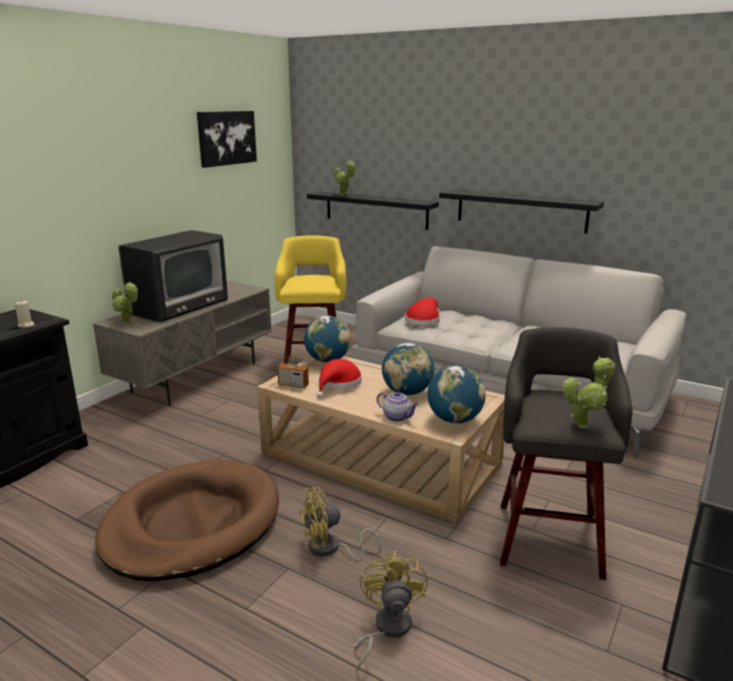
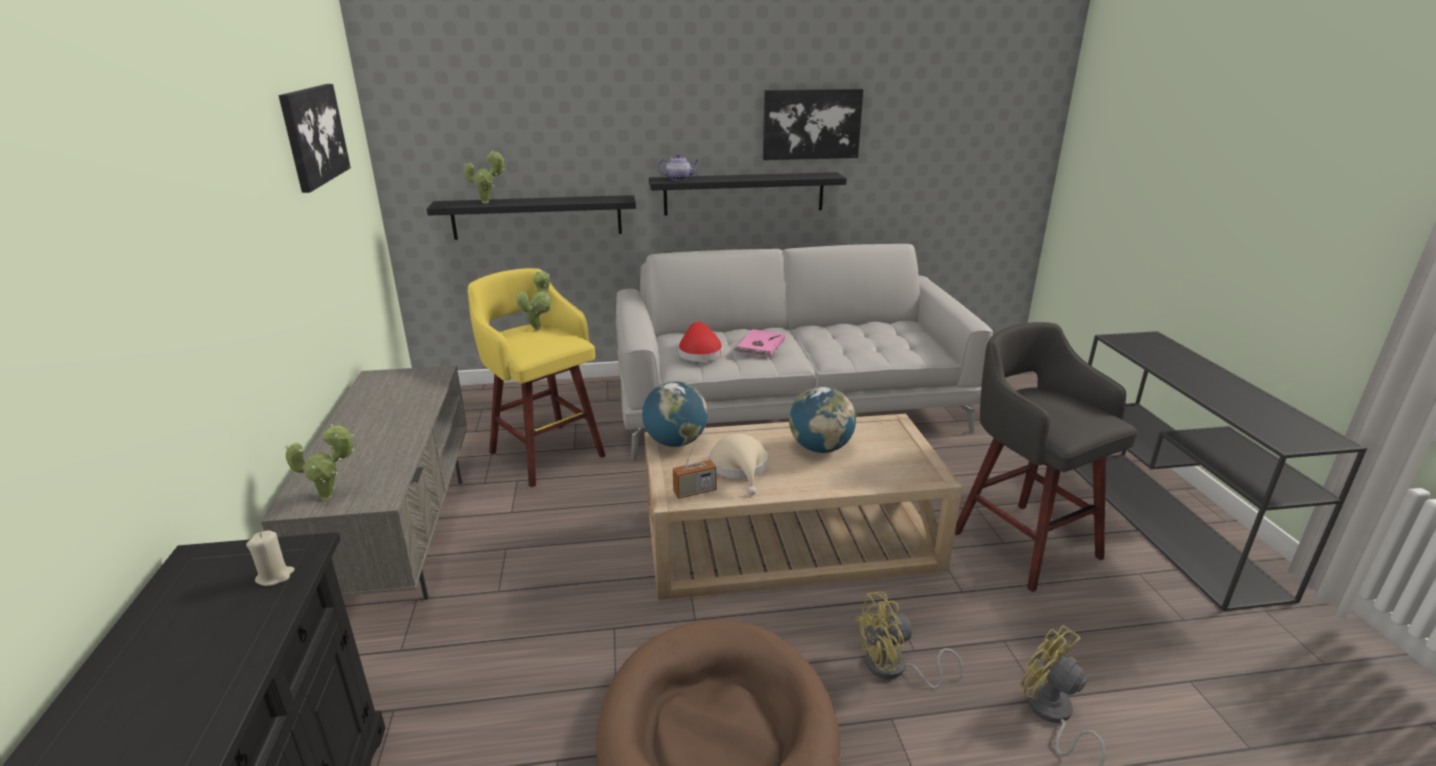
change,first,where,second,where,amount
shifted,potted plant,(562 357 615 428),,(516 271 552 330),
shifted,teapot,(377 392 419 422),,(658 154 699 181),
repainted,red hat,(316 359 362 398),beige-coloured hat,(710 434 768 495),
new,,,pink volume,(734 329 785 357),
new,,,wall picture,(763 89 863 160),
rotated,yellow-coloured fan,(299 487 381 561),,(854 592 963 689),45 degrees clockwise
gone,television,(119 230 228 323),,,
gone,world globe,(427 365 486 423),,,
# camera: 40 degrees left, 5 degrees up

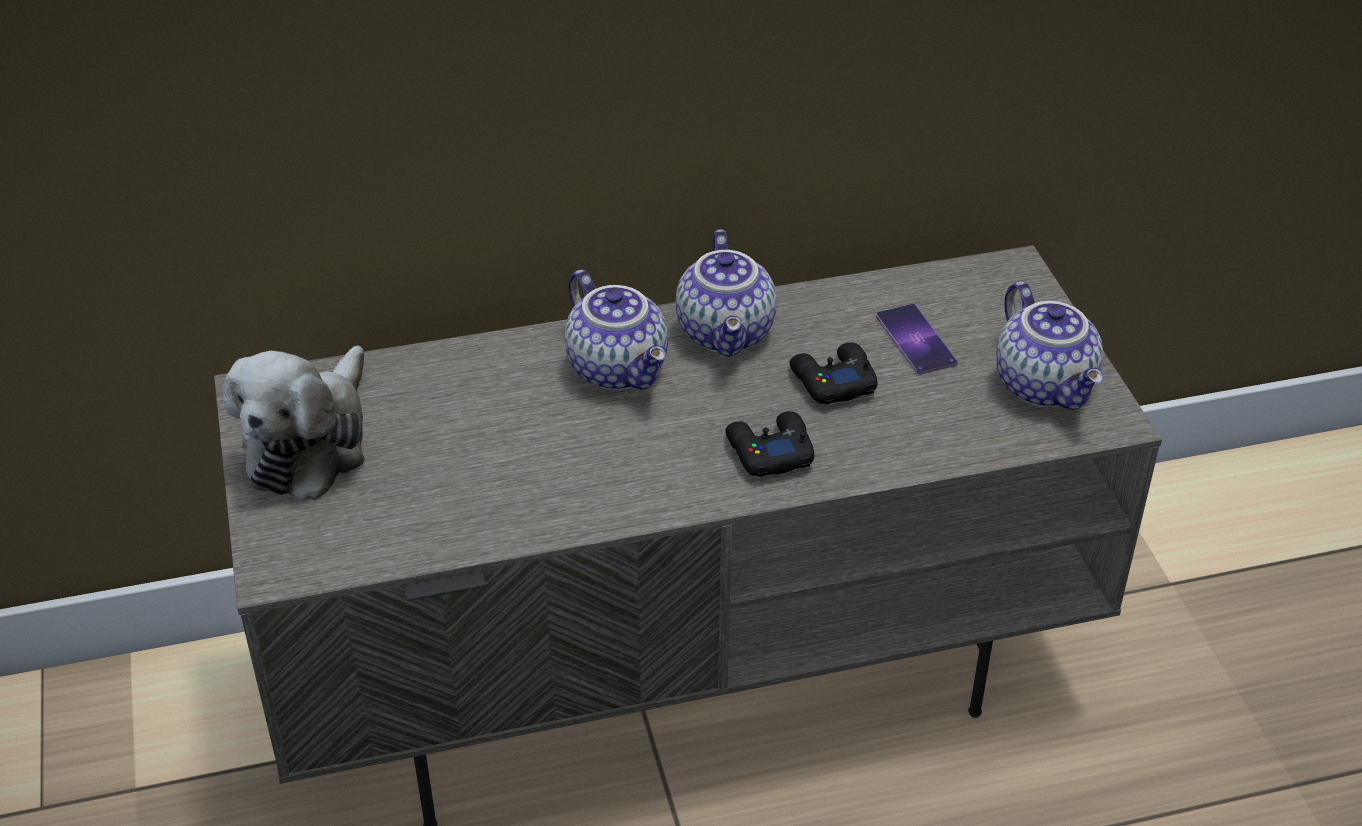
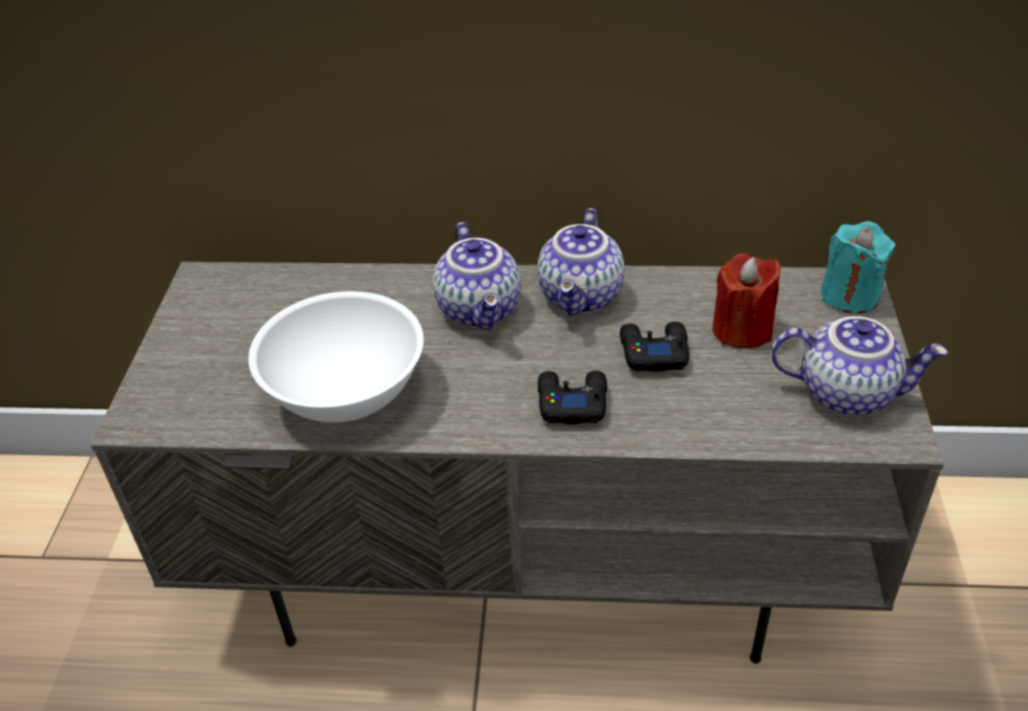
change,first,where,second,where,amount
new,,,white bowl,(248 291 424 423),
swapped,handset,(876 304 958 375),red wax candle,(712 254 781 349),
rotated,teapot,(996 281 1103 410),,(771 316 948 416),75 degrees counterclockwise
new,,,blue-green wax candle,(821 221 896 314),
gone,plush toy,(223 346 365 500),,,
# camera: 20 degrees right, 0 degrees up

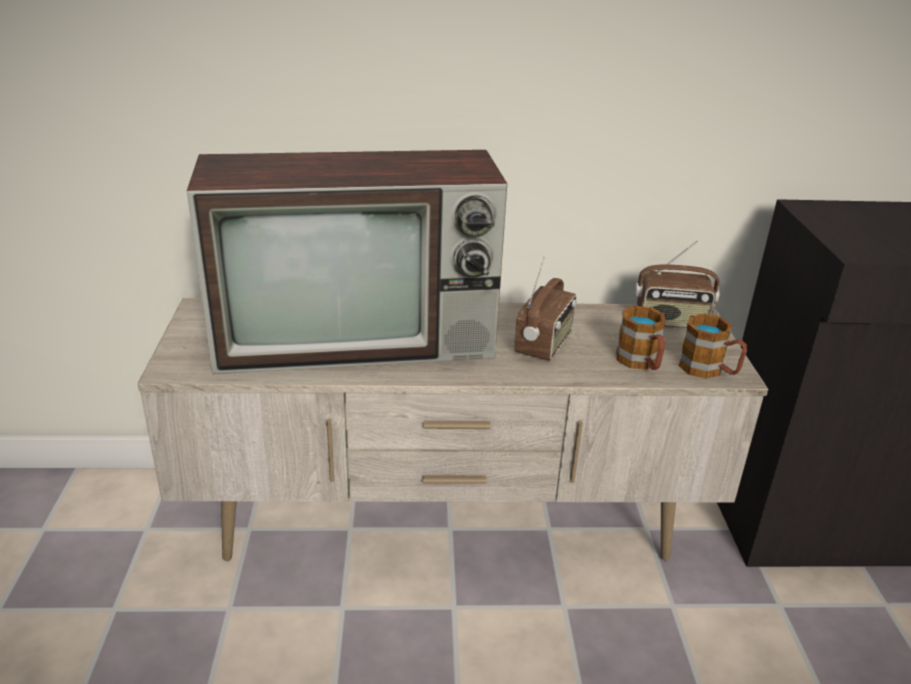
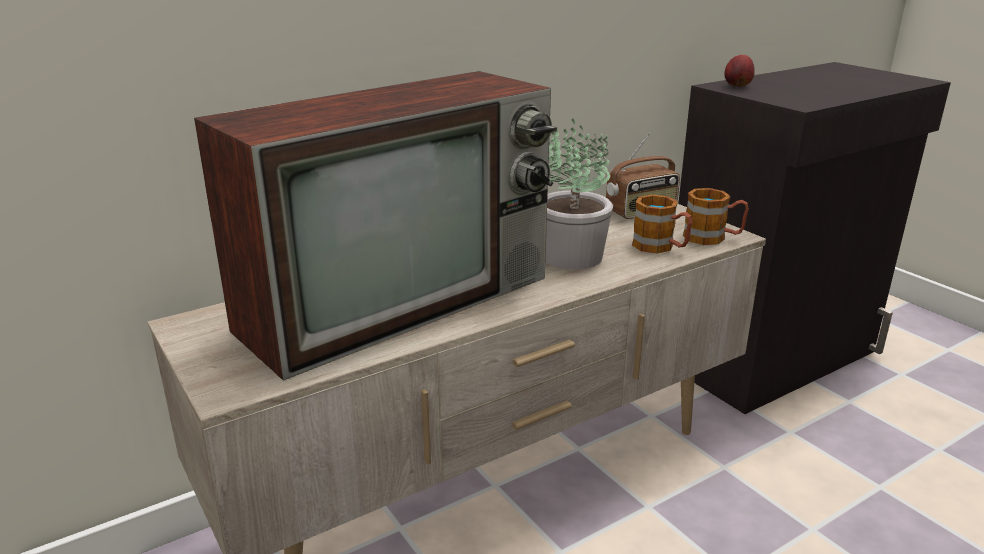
change,first,where,second,where,amount
swapped,radio receiver,(514 257 577 361),potted plant,(545 118 613 269),
new,,,apple fruit,(724 55 755 86),
# camera: 30 degrees left, 5 degrees down

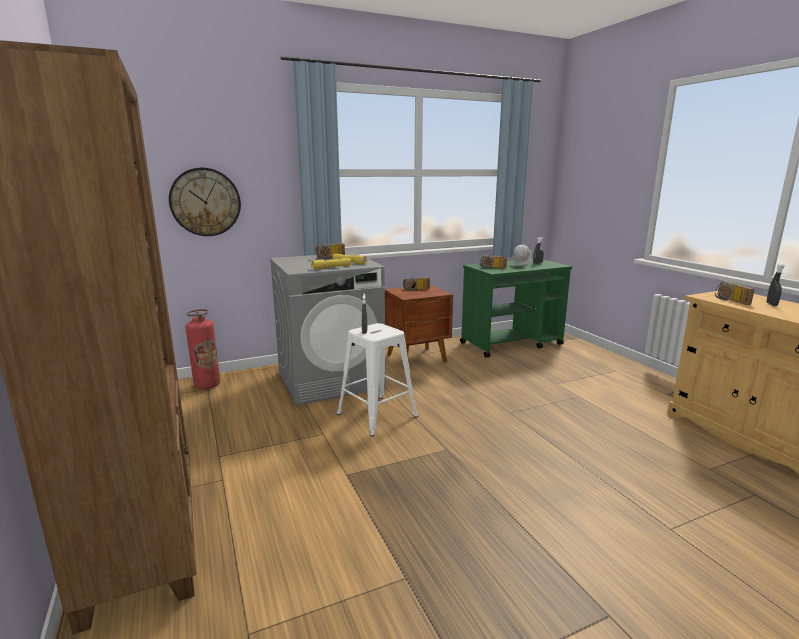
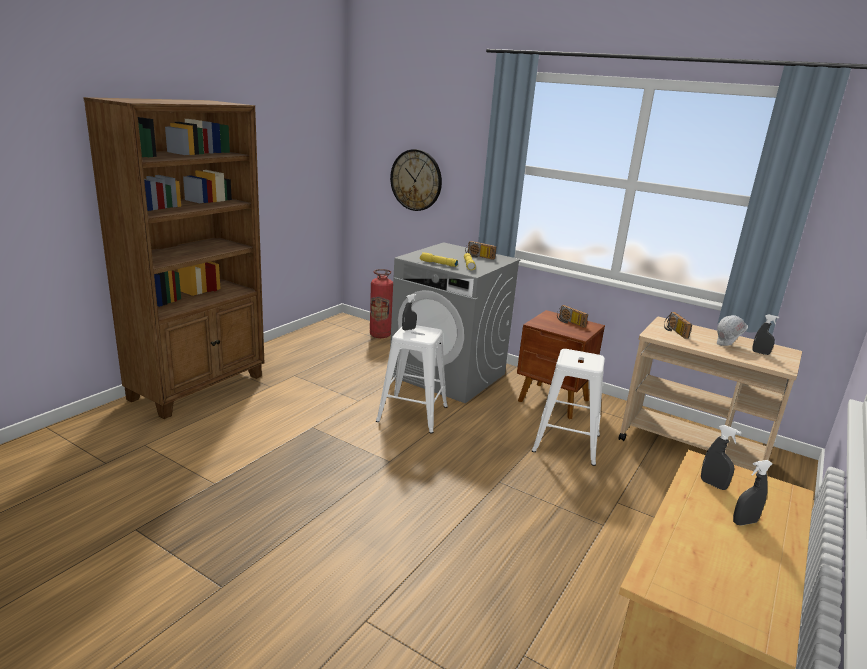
change,first,where,second,where,amount
new,,,white sitting stool,(532 349 605 466),
repainted,green-coloured wheeled cart,(460 259 572 358),beige-coloured wheeled cart,(619 317 802 472),
swapped,radio receiver,(715 281 754 305),greyish spray bottle,(701 425 741 490),
# camera: 55 degrees right, 5 degrees up

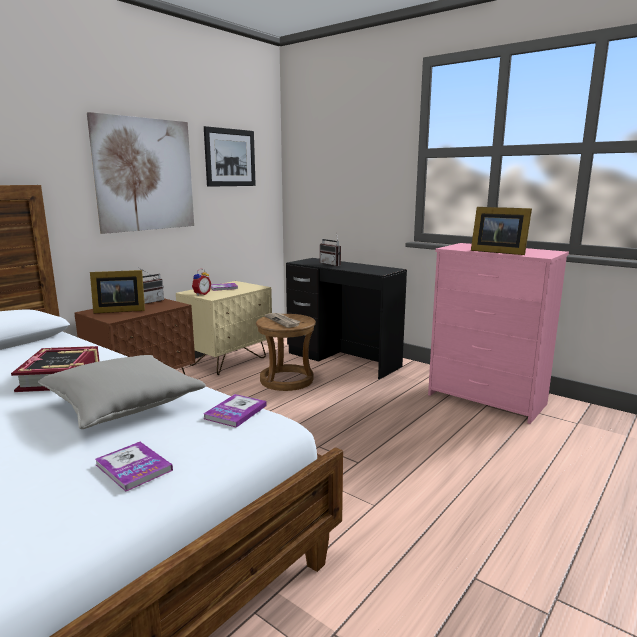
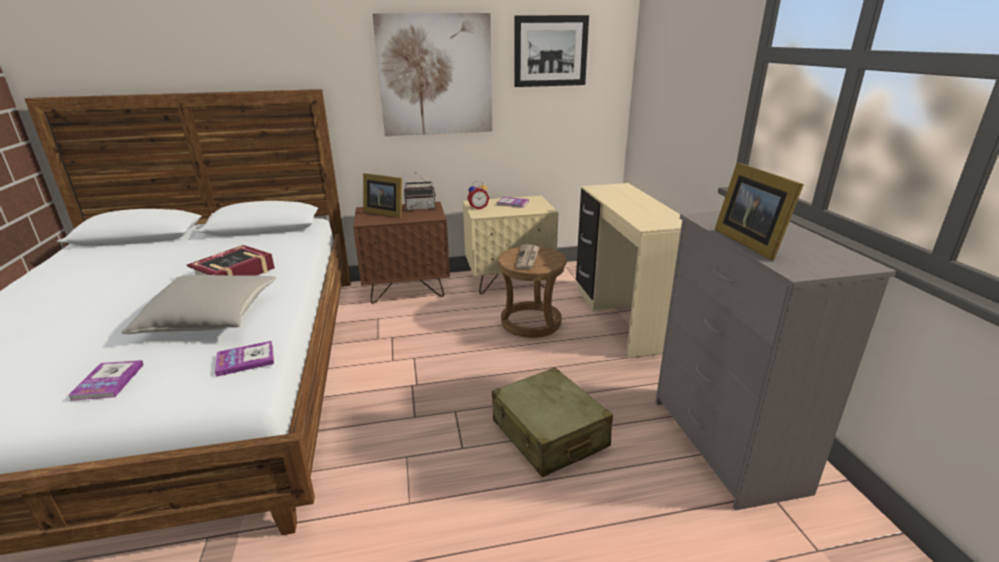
change,first,where,second,where,amount
new,,,beige-coloured travel case,(492 367 613 477),
repainted,black-coloured desk table,(286 258 407 380),beige-coloured desk table,(576 183 682 358),
repainted,pink chest of drawers,(428 243 569 424),greyish chest of drawers,(655 211 896 511),
gone,radio receiver,(320 232 341 266),,,
# camera: 40 degrees right, 10 degrees up

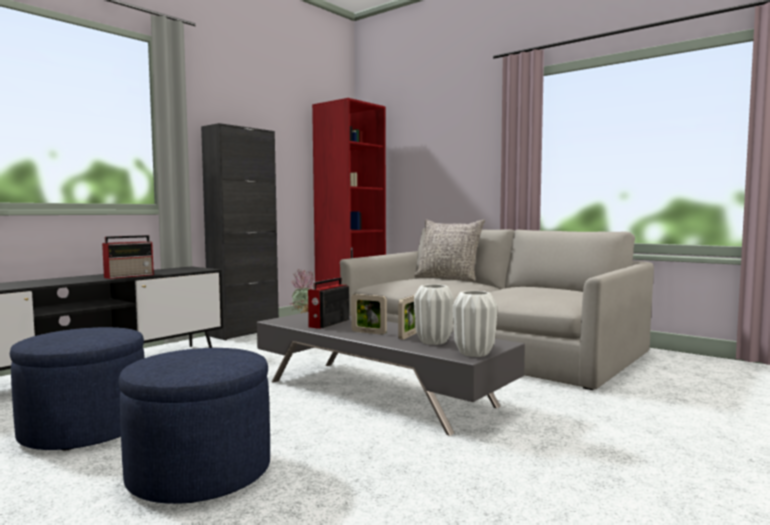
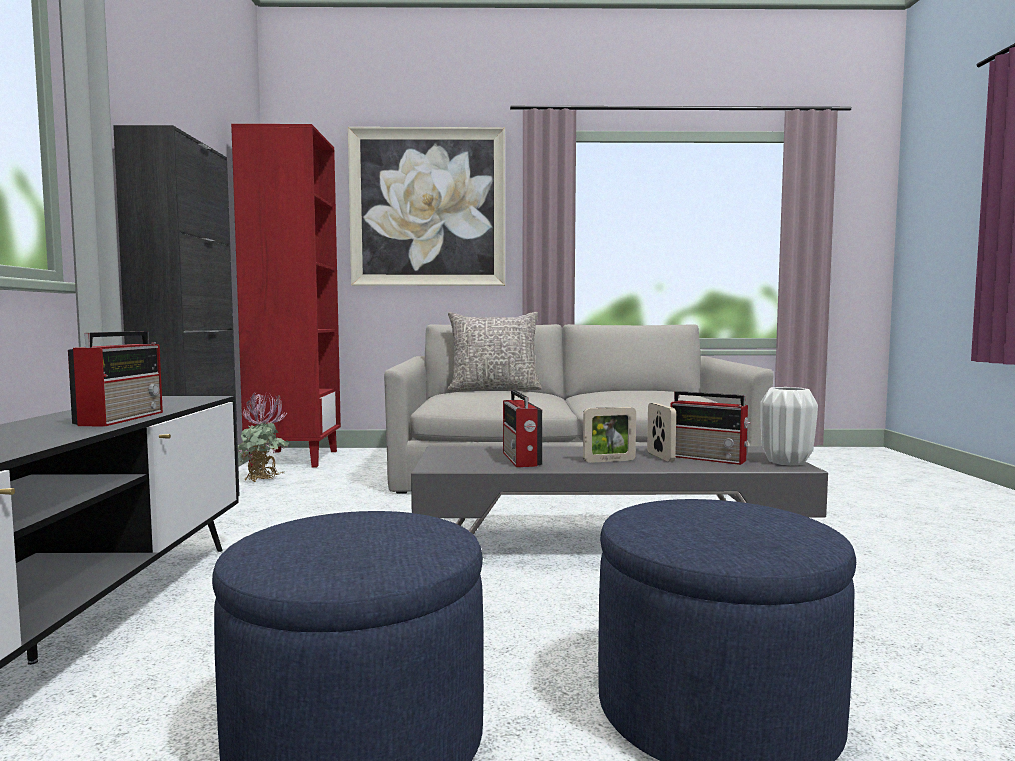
change,first,where,second,where,amount
new,,,wall picture,(348 127 505 286),
swapped,white vase,(414 284 454 345),radio receiver,(670 391 751 465),
# camera: 40 degrees left, 0 degrees up

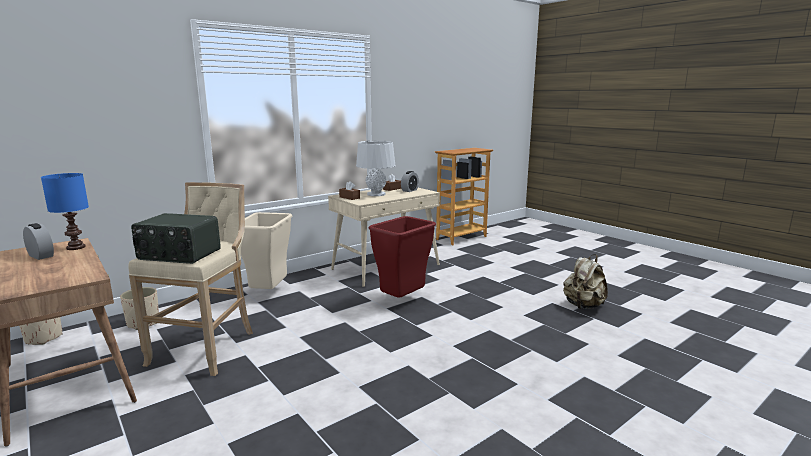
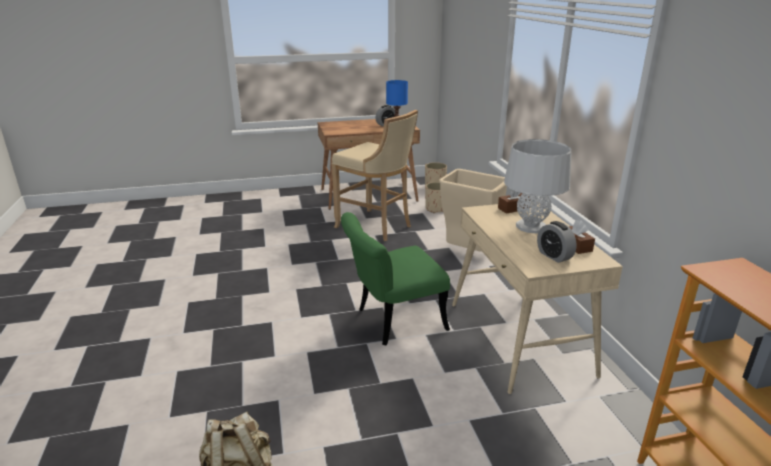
change,first,where,second,where,amount
swapped,red rubbish bin,(368 216 436 297),green-coloured upright chair,(341 212 450 345),
gone,radio receiver,(131 213 221 264),,,
# camera: 115 degrees right, 10 degrees up

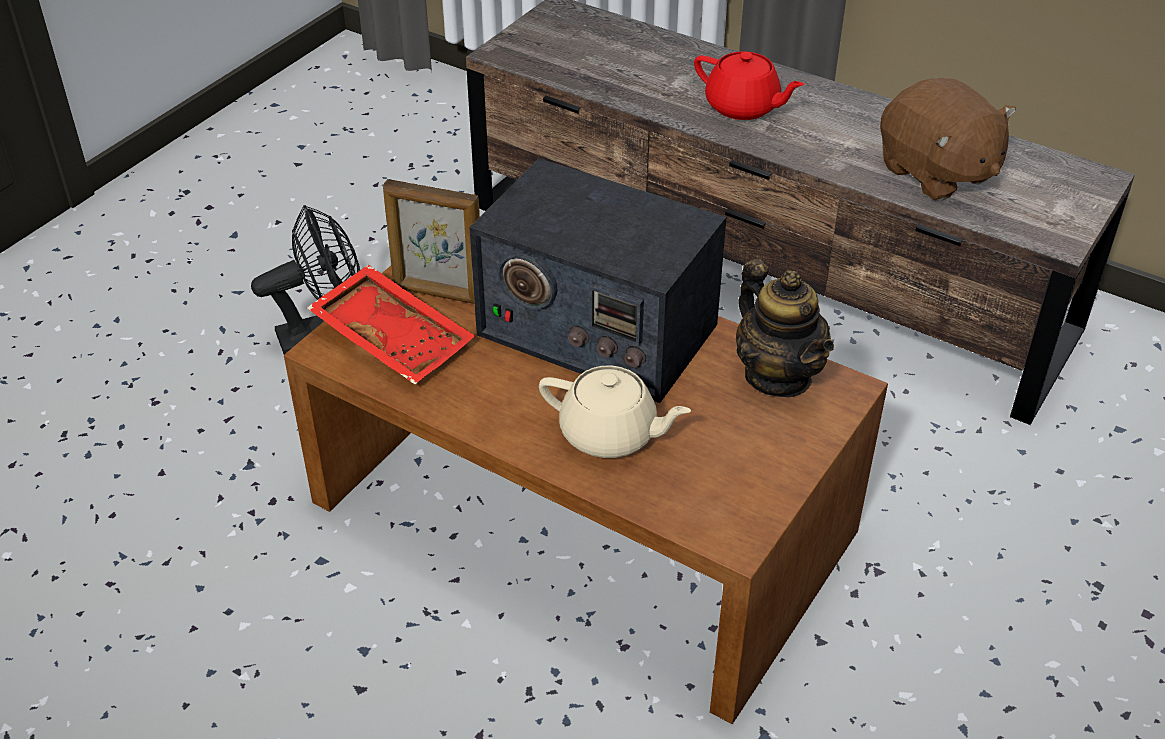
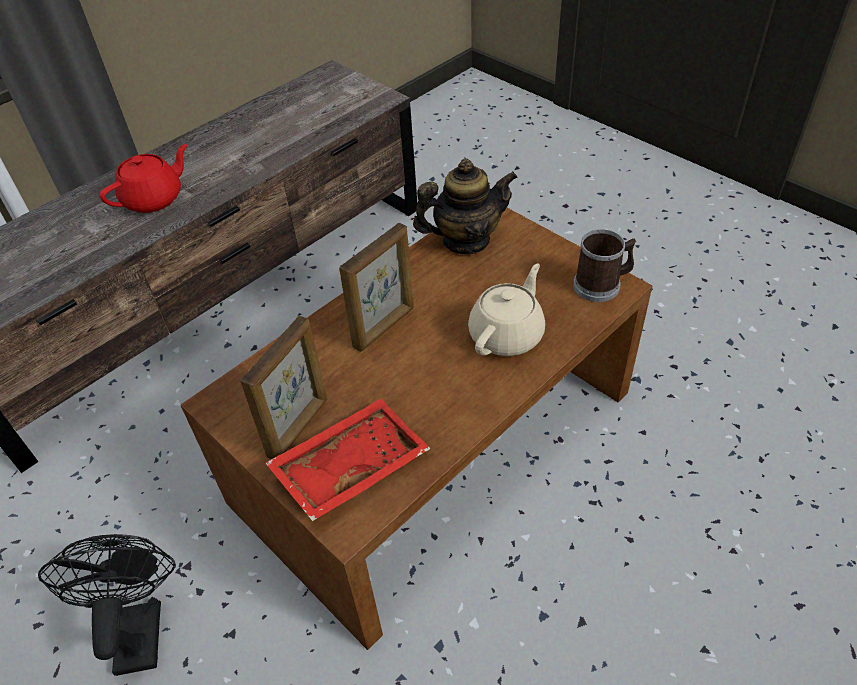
change,first,where,second,where,amount
swapped,radio receiver,(469 158 727 403),standing frame,(339 223 414 352),
new,,,coffee mug,(573 229 636 302),
gone,brown plush toy,(880 78 1016 201),,,
# camera: 75 degrees left, 5 degrees up

